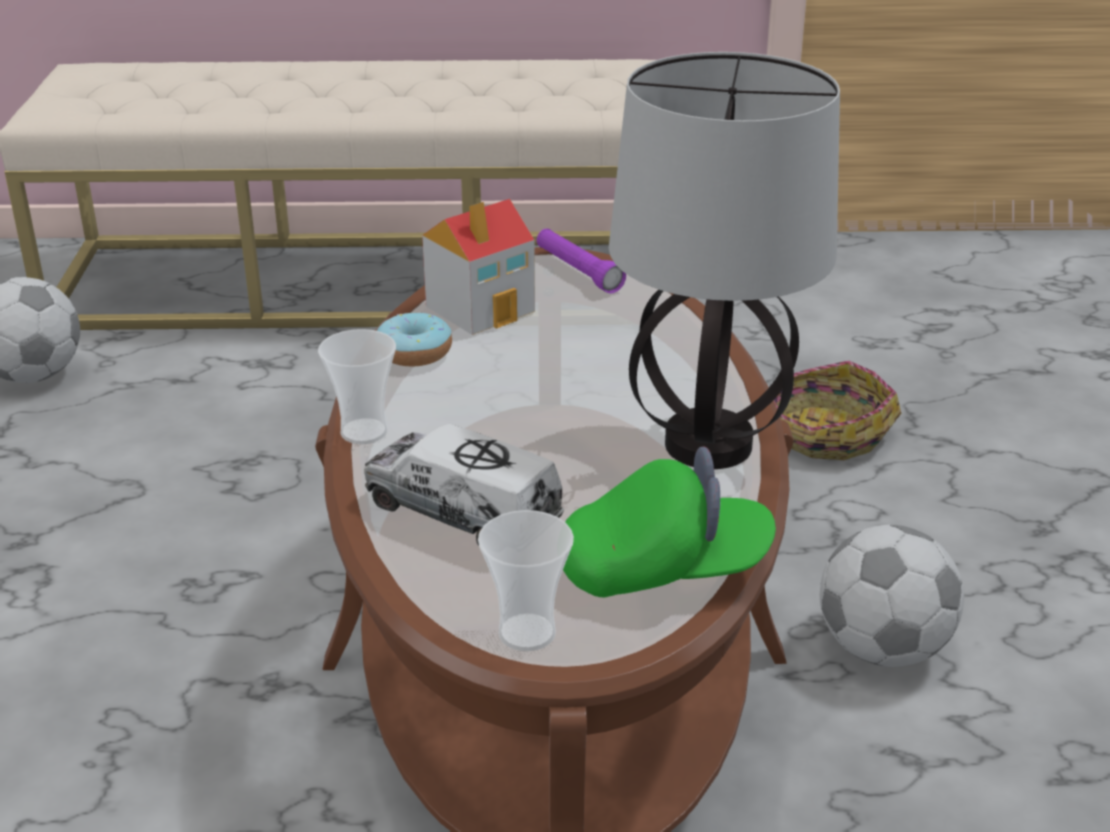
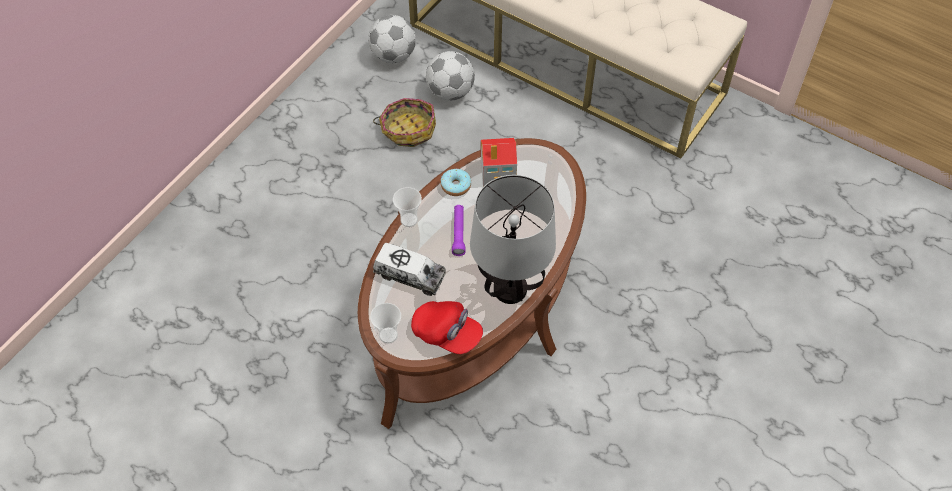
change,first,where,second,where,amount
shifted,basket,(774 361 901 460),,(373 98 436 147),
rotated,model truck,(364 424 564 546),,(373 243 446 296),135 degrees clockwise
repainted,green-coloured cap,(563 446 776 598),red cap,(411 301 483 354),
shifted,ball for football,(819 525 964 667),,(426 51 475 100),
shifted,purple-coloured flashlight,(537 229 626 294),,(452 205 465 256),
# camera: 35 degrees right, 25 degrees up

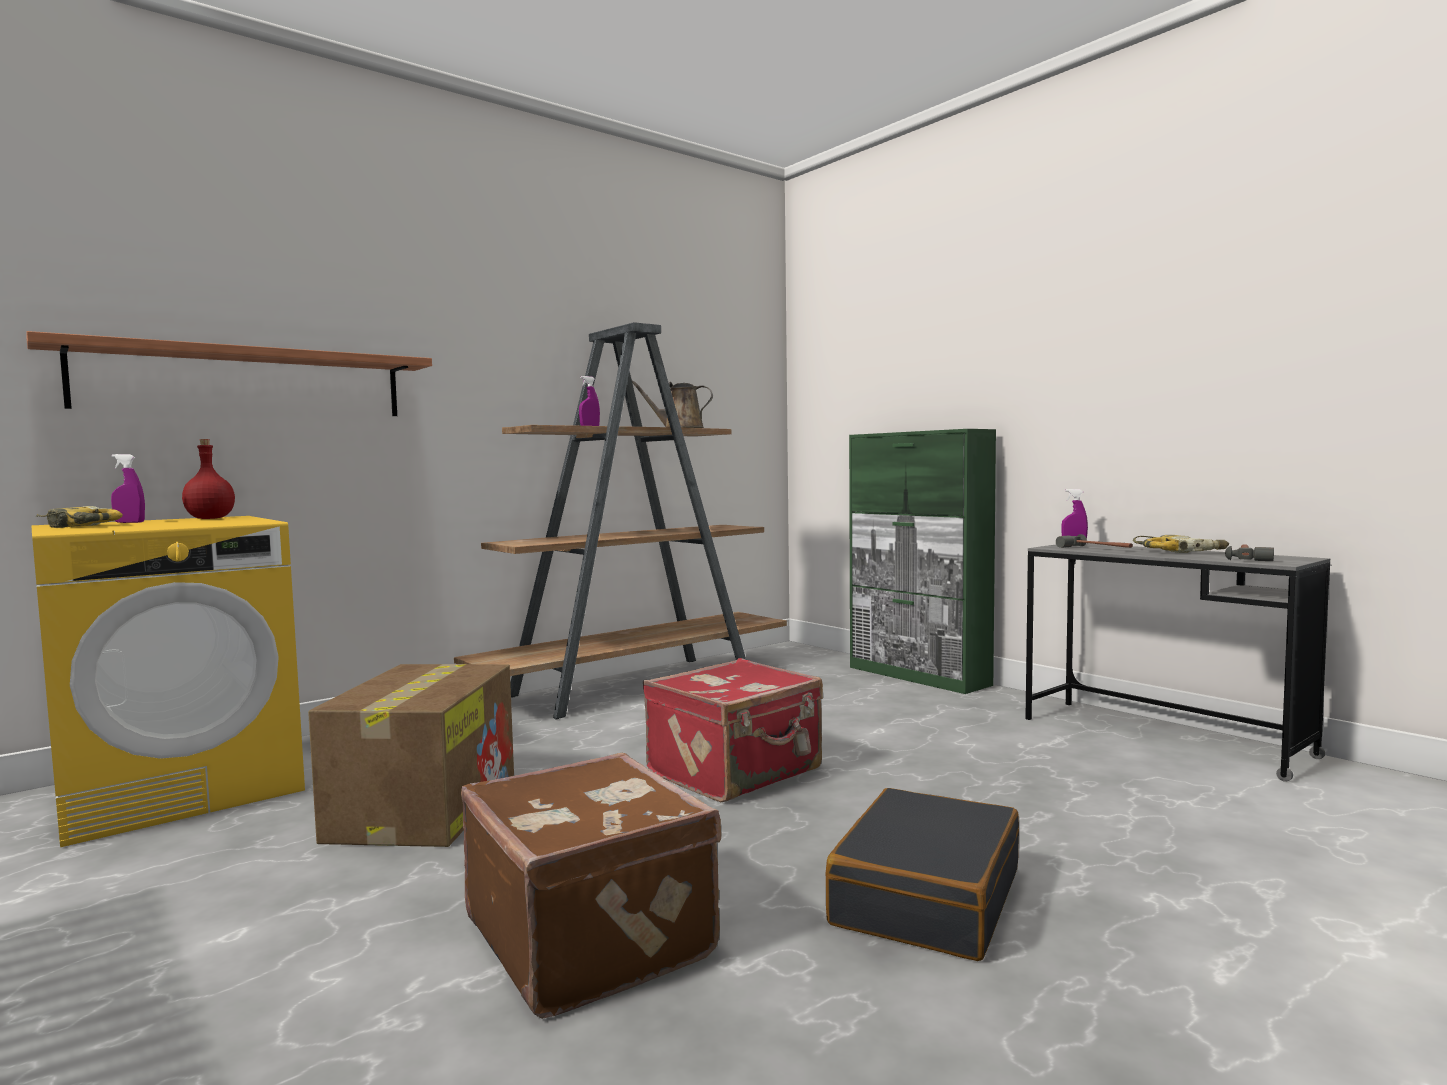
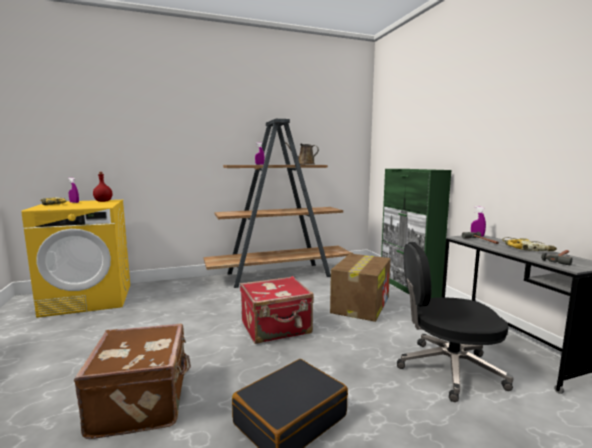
change,first,where,second,where,amount
shifted,packing box,(308 664 514 847),,(330 254 390 322),
new,,,black-coloured office chair,(397 242 513 402),
gone,bracket shelf,(27 331 432 416),,,
# camera: 20 degrees right, 5 degrees up

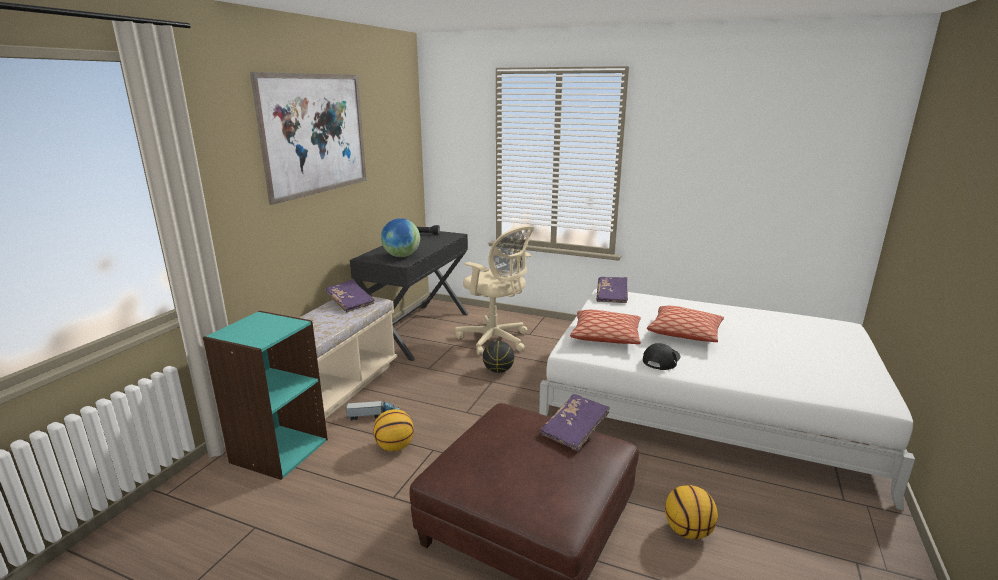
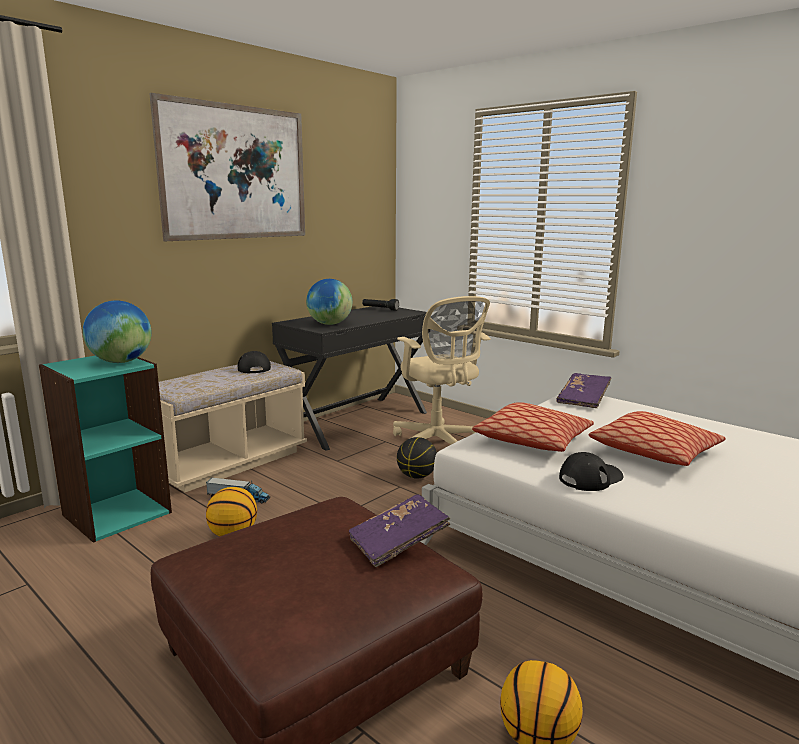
change,first,where,second,where,amount
new,,,world globe,(83 301 152 363),
swapped,purple-coloured volume,(325 280 375 312),black-coloured cap,(237 351 271 374),
# camera: 20 degrees right, 5 degrees down

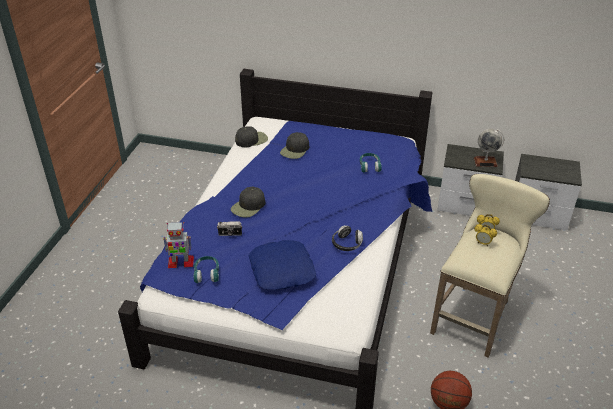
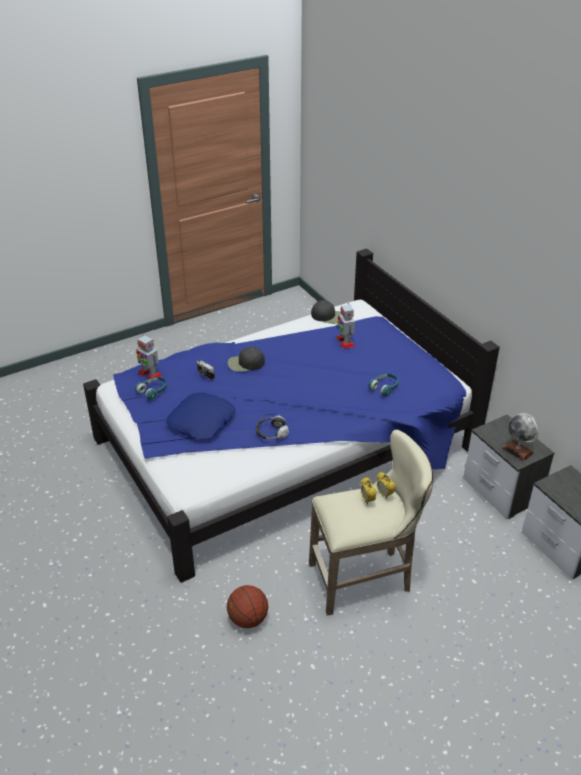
change,first,where,second,where,amount
swapped,black-coloured cap,(280 132 309 159),model robot,(336 303 355 349),
# camera: 45 degrees right, 0 degrees up

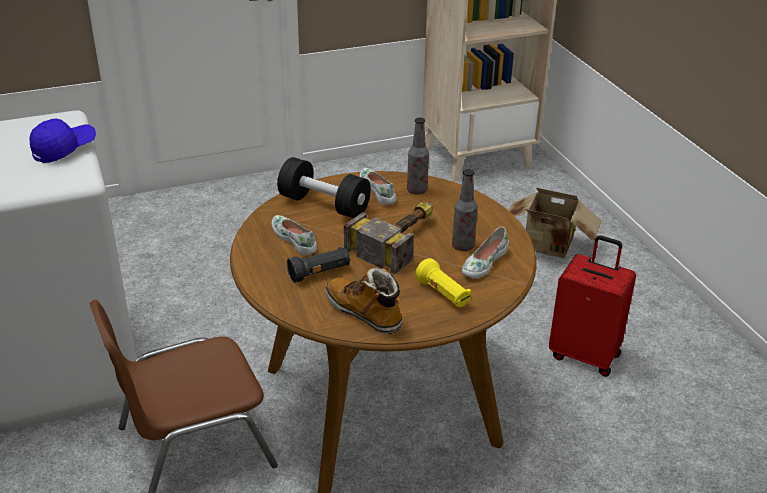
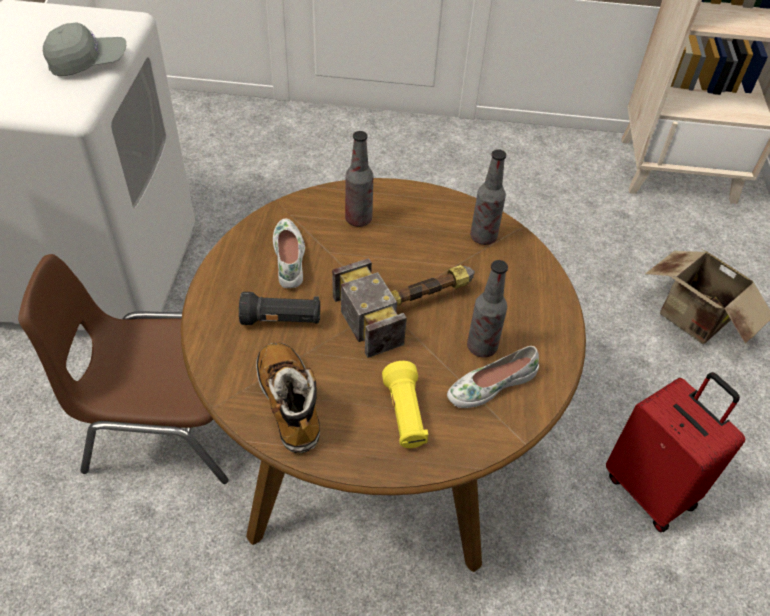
change,first,where,second,where,amount
repainted,bluish cap,(29 118 96 163),greyish cap,(43 22 126 76),
swapped,black-coloured free weight,(277 157 371 218),bottle,(345 131 373 227),
gone,white low shoe,(360 168 396 205),,,
# camera: 25 degrees right, 15 degrees up

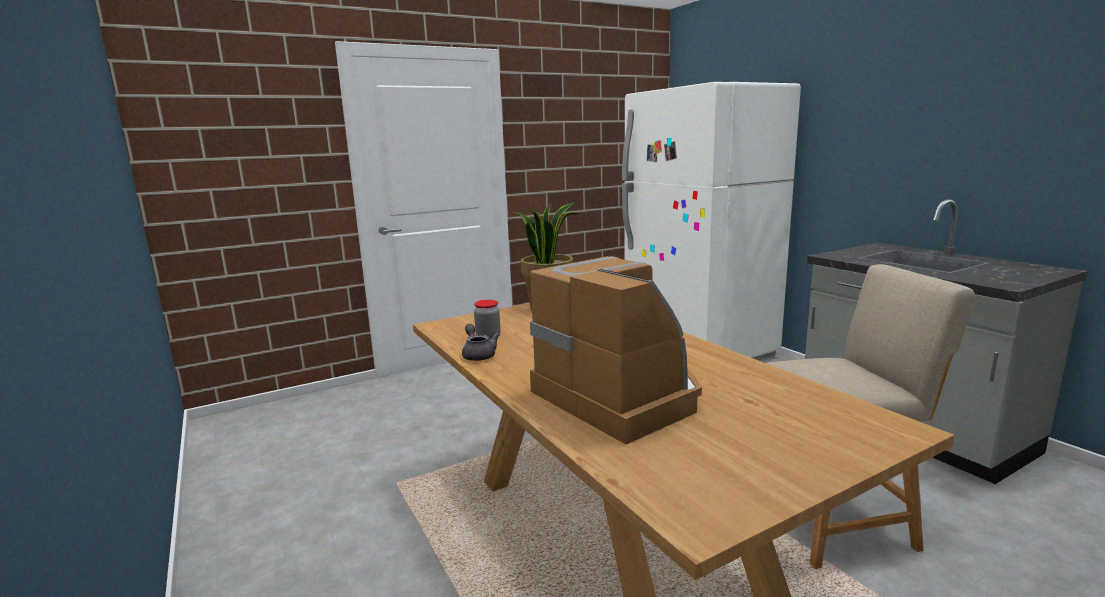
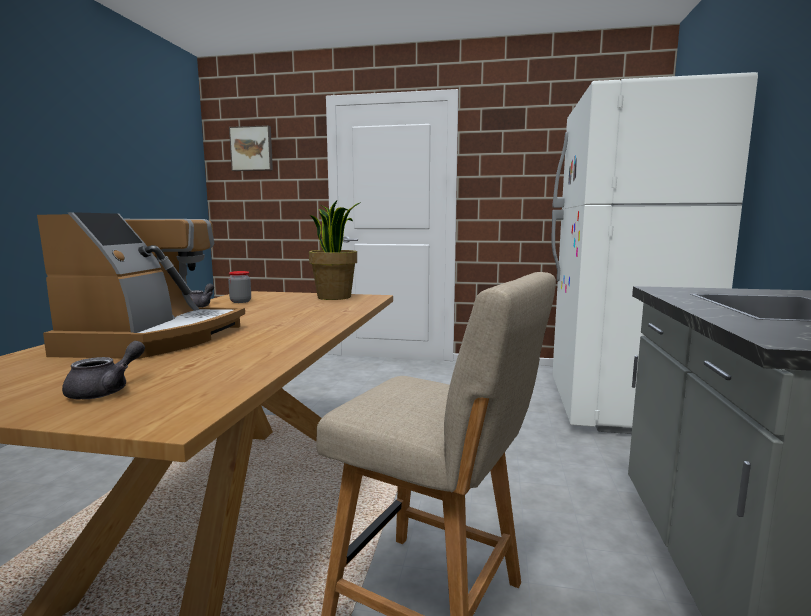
change,first,where,second,where,amount
new,,,greyish teapot,(62 341 145 399),
new,,,wall picture,(229 125 273 171),
# camera: 40 degrees right, 5 degrees down

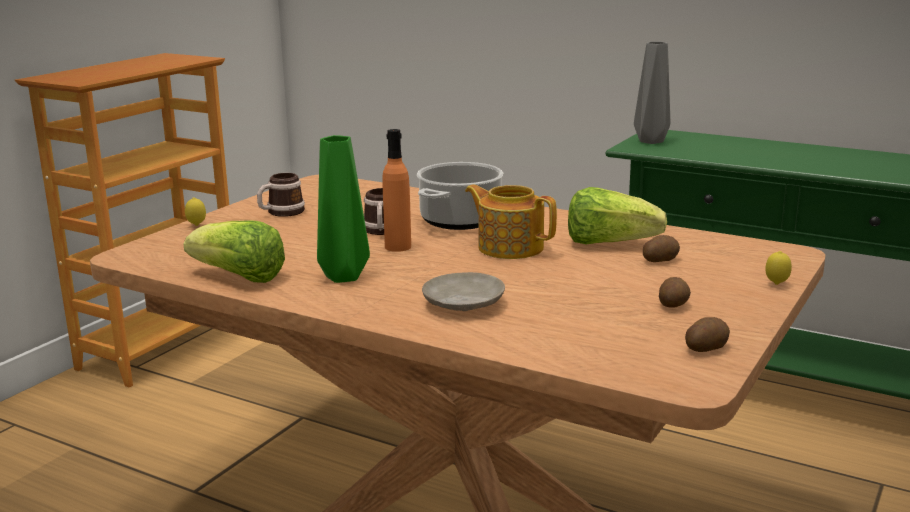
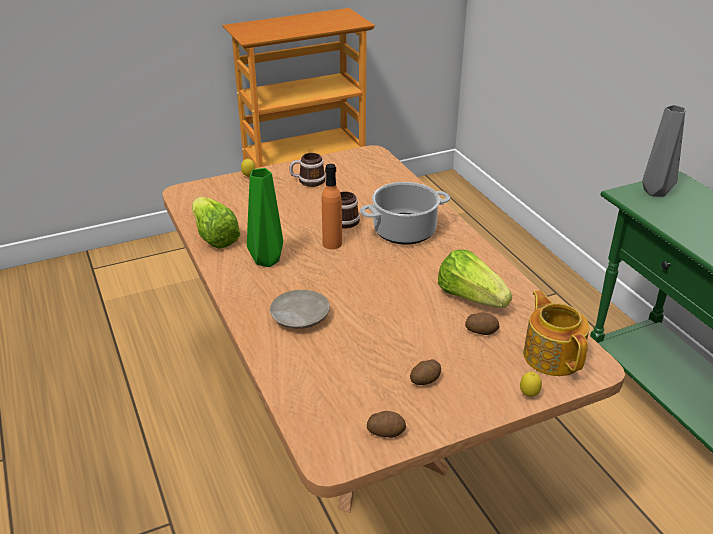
change,first,where,second,where,amount
shifted,teapot,(465 184 557 259),,(523 290 589 376),
# camera: 35 degrees right, 15 degrees up

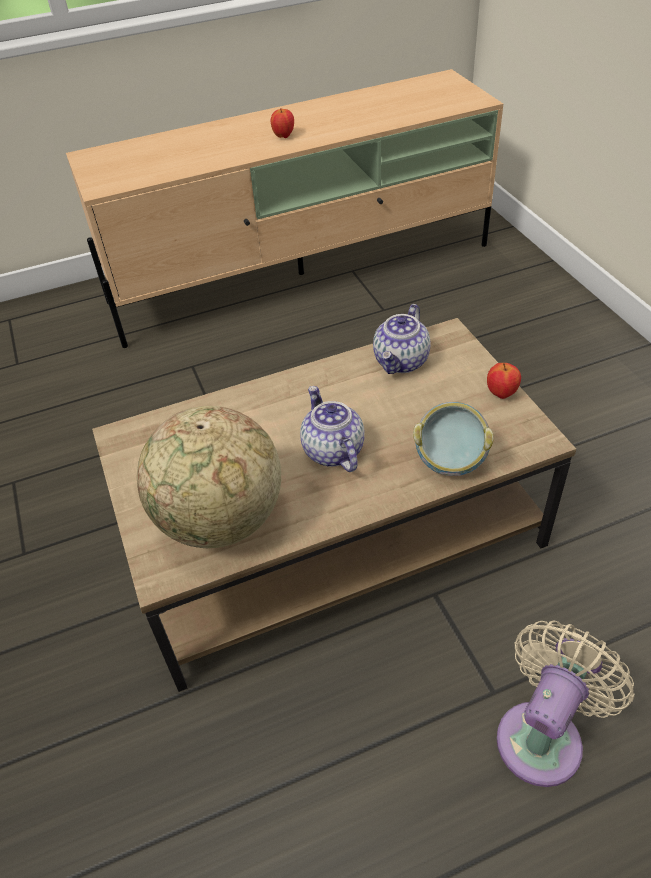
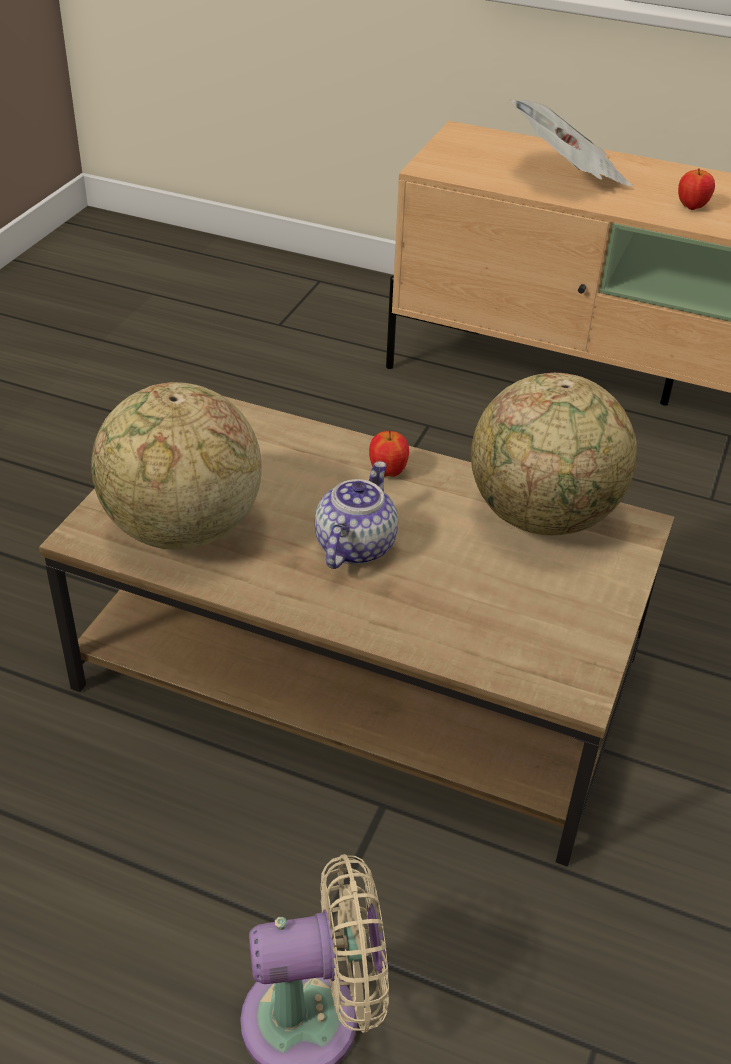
change,first,where,second,where,amount
shifted,apple fruit,(487 363 521 399),,(369 430 409 477),
swapped,teapot,(373 304 430 374),world globe,(471 373 637 536),
new,,,daily paper,(510 99 633 186),
gone,bowl,(413 402 494 476),,,
# camera: 40 degrees right, 5 degrees down

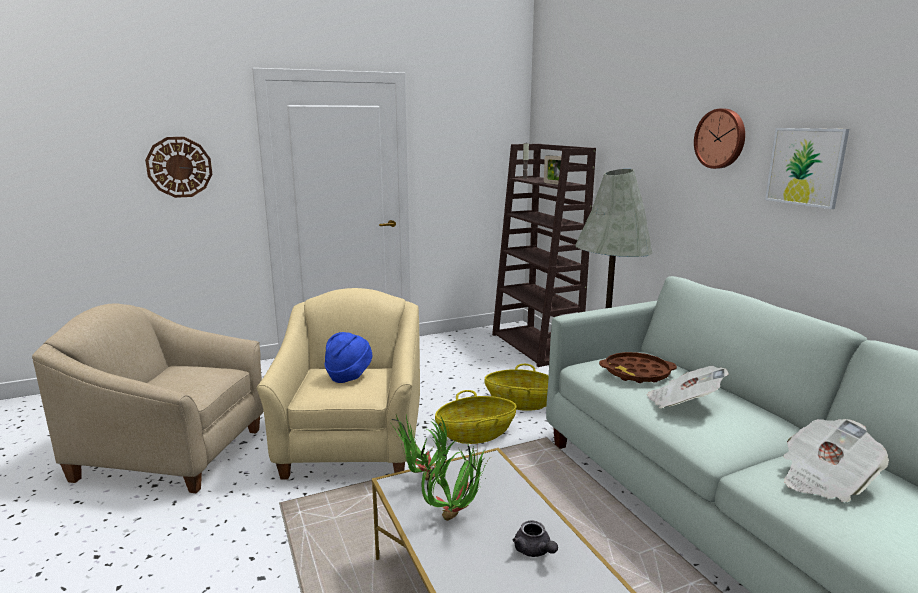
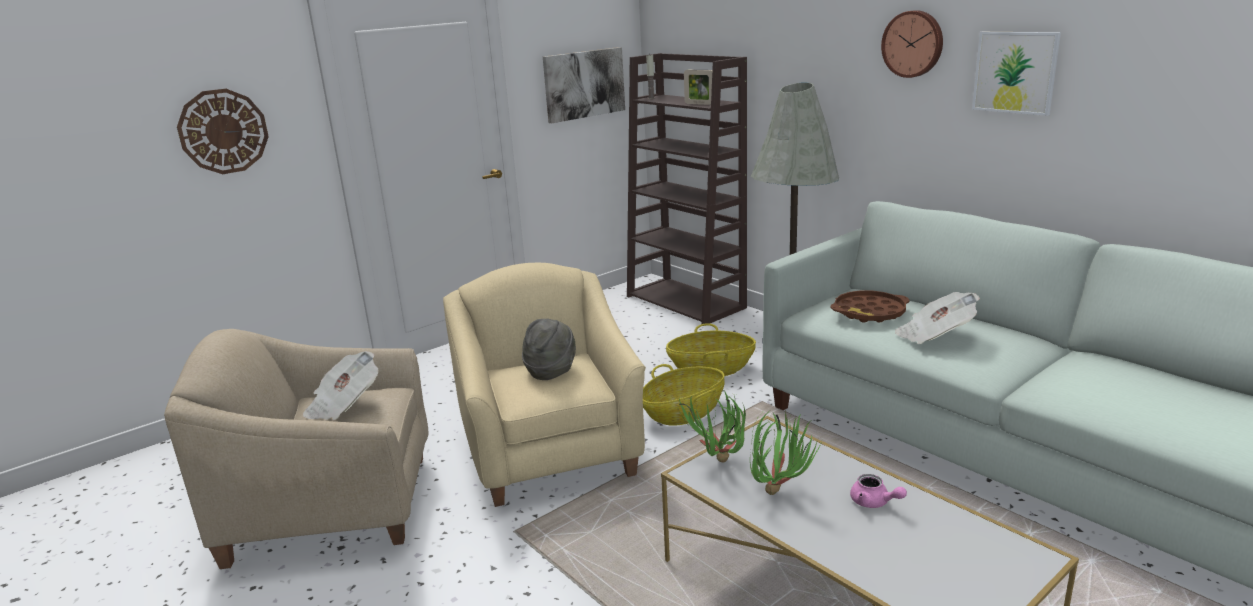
change,first,where,second,where,amount
shifted,daily paper,(784 419 889 502),,(303 351 379 420),
repainted,bluish hat,(325 332 372 383),greyish hat,(522 319 576 380),
new,,,wall picture,(543 47 625 124),
repainted,greyish teapot,(513 520 558 557),pink teapot,(850 474 907 508),
# camera: 15 degrees left, 5 degrees up

